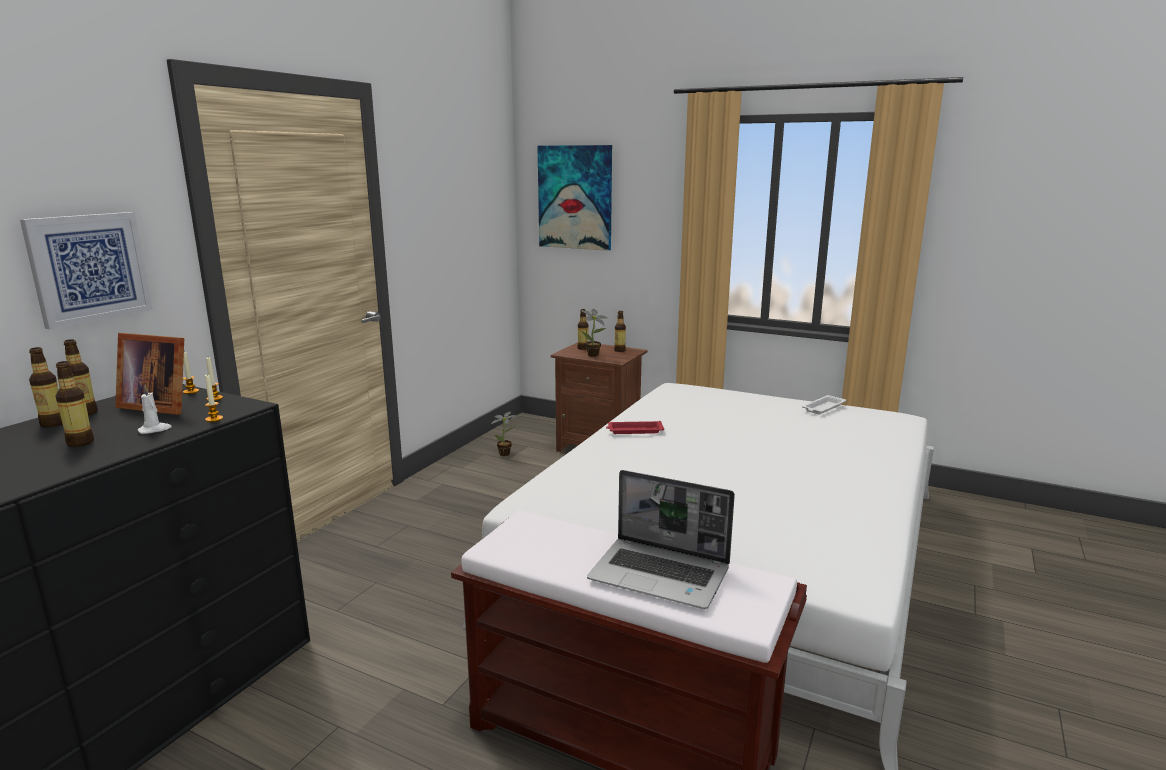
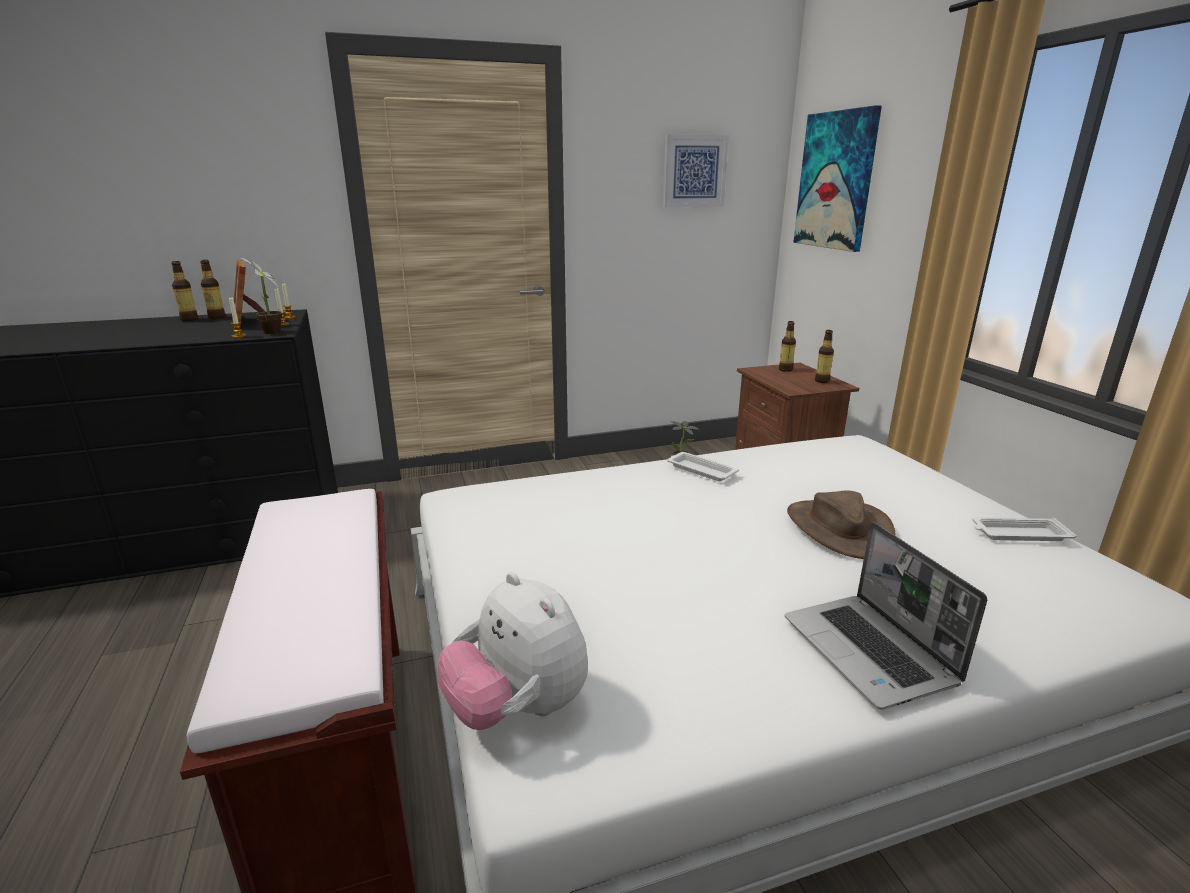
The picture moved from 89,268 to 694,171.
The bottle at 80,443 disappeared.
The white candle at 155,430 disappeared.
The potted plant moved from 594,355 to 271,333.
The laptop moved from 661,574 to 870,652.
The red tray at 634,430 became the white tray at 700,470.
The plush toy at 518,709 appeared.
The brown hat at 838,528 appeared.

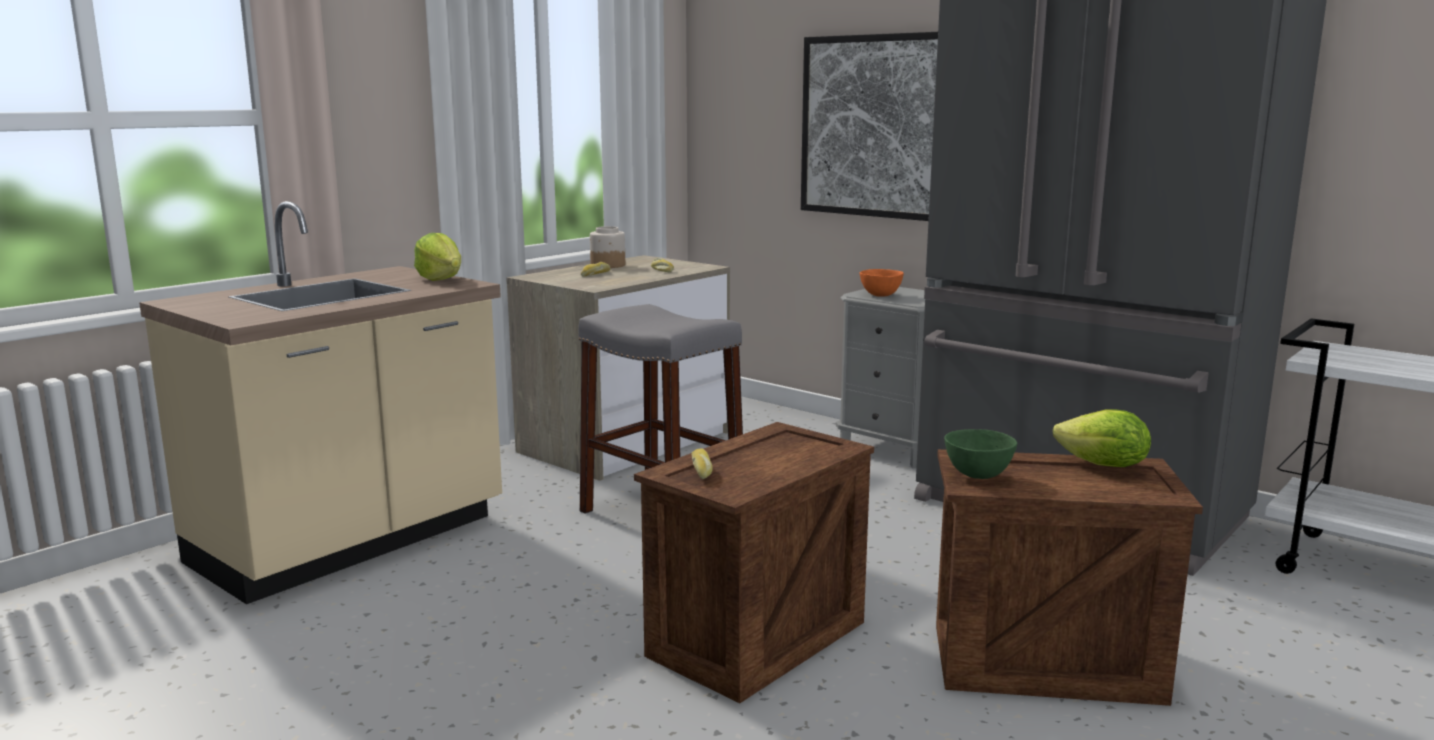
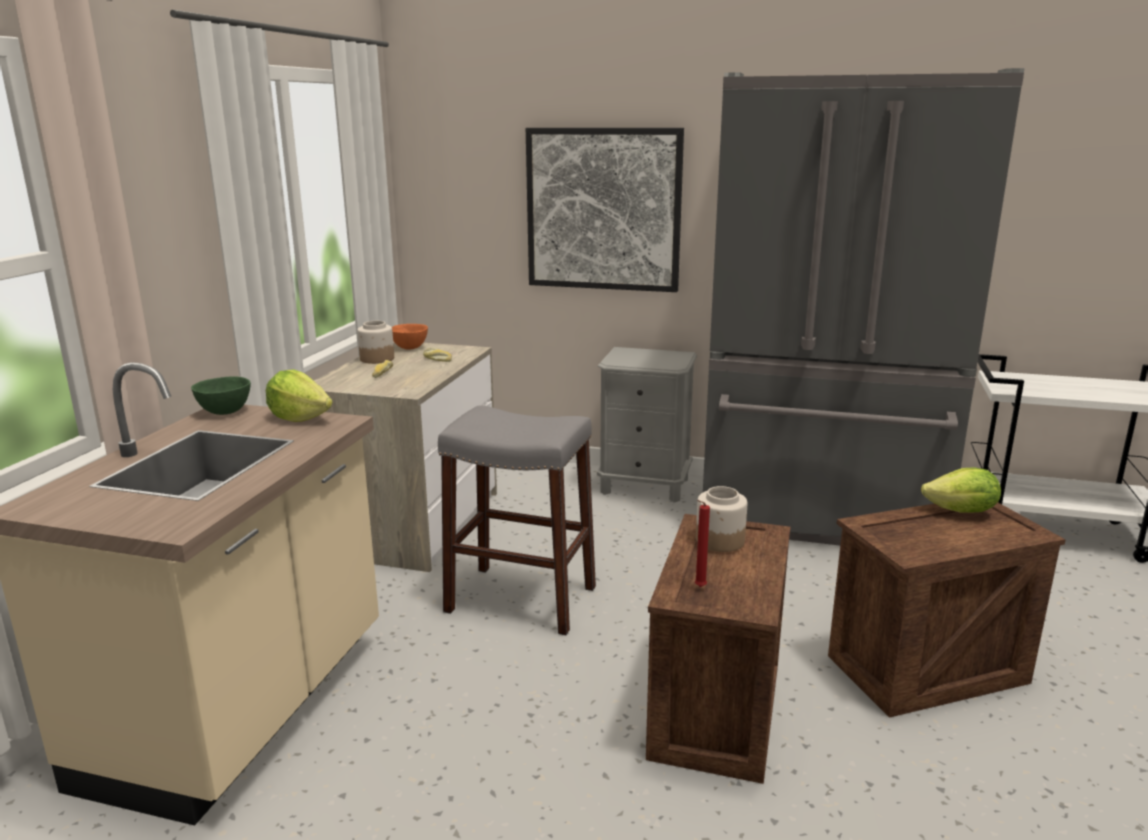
The bread at 702,470 was replaced by the red candle at 698,587.
The orange bowl moved from 880,295 to 409,348.
The green bowl moved from 977,475 to 224,412.
The jar at 720,540 appeared.

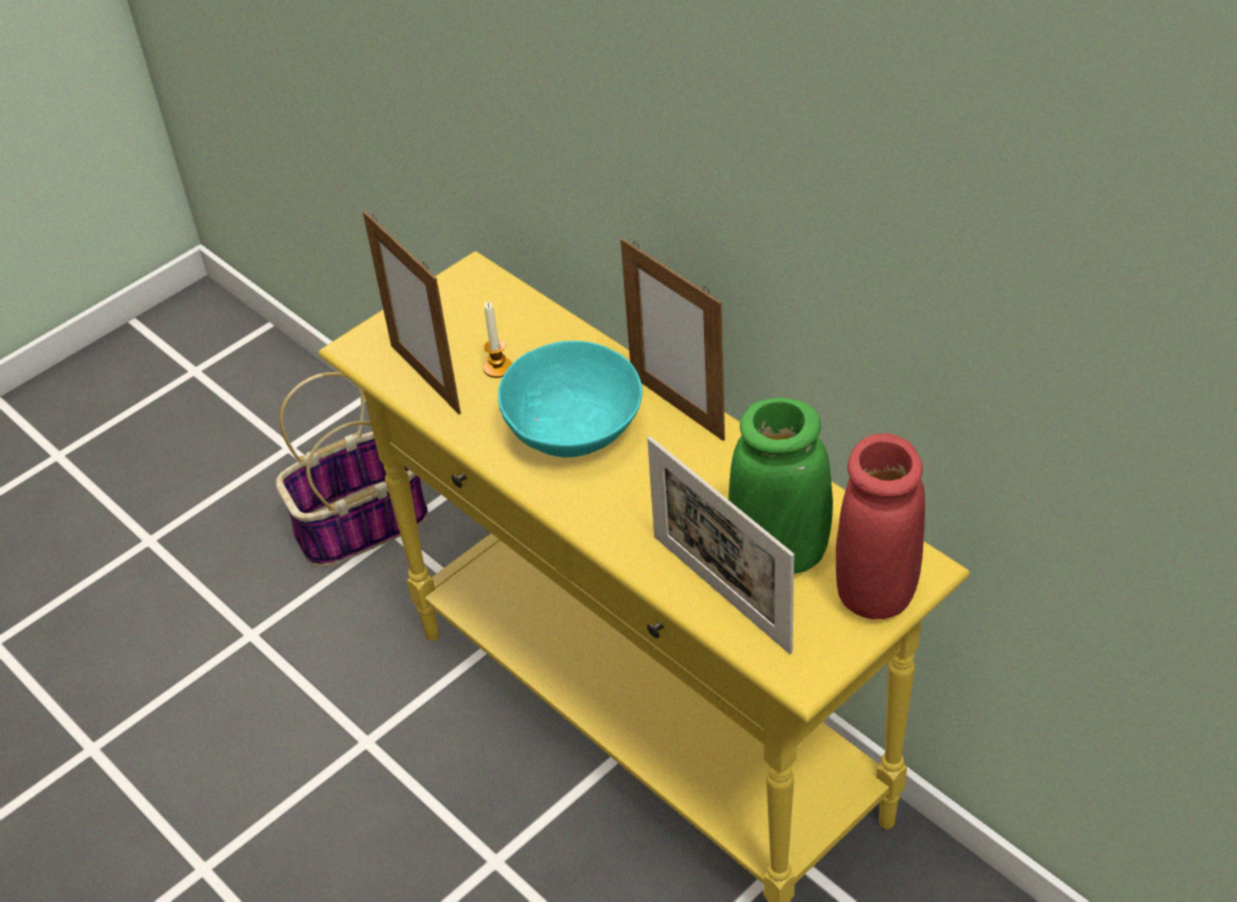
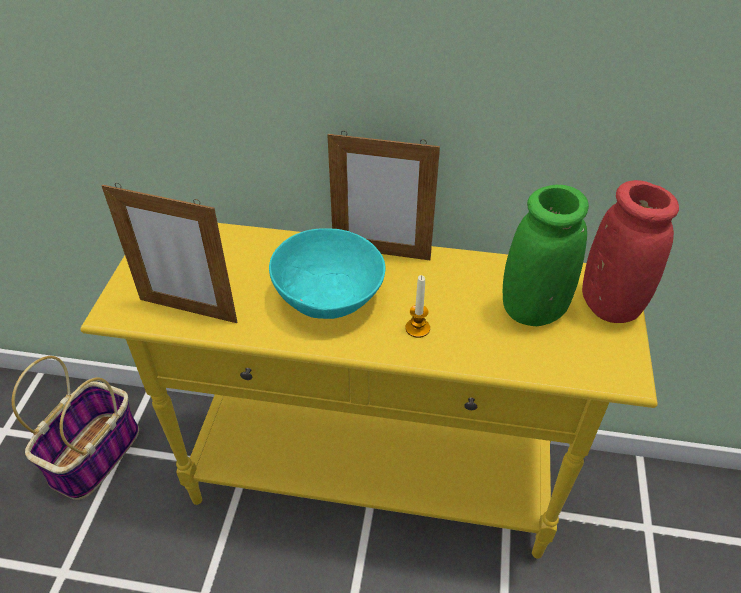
The candle moved from 498,368 to 417,328.
The picture frame at 721,593 disappeared.

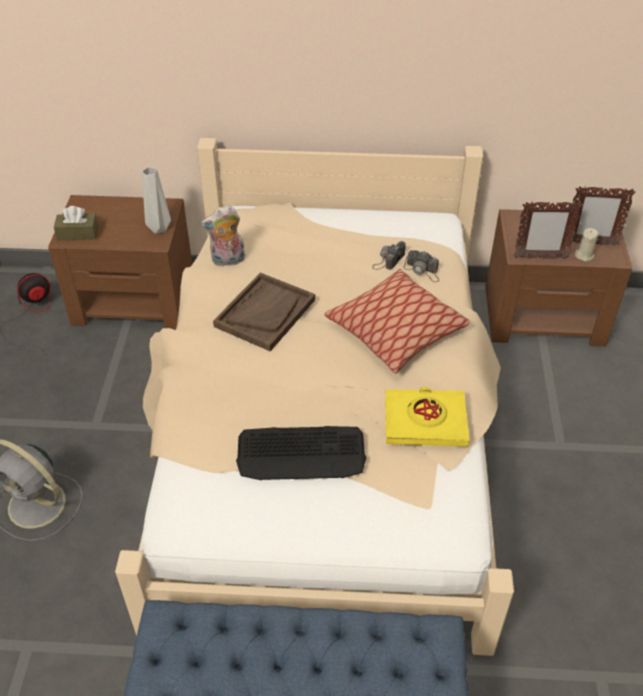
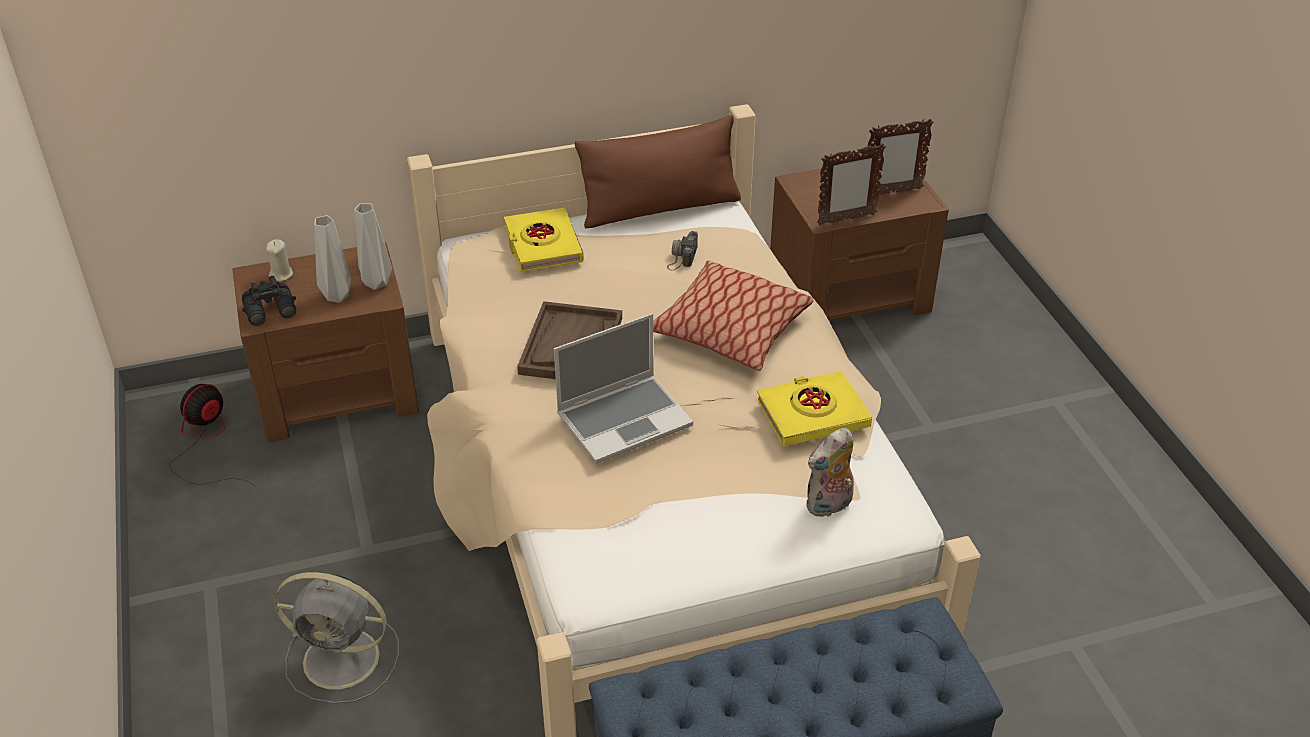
The brown tissue box at 78,233 was replaced by the black binoculars at 272,311.
The plush toy moved from 227,261 to 829,506.
The keyboard at 301,453 disappeared.
The photo camera at 422,271 disappeared.
The beige candle moved from 584,255 to 281,274.
The grey vase at 338,295 appeared.
The yellow book at 542,245 appeared.
The laptop at 625,419 appeared.
The brown pillow at 660,208 appeared.

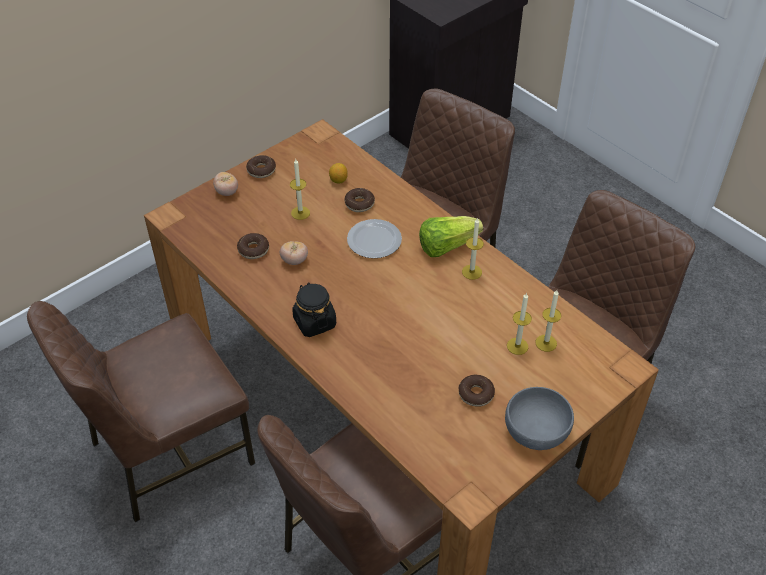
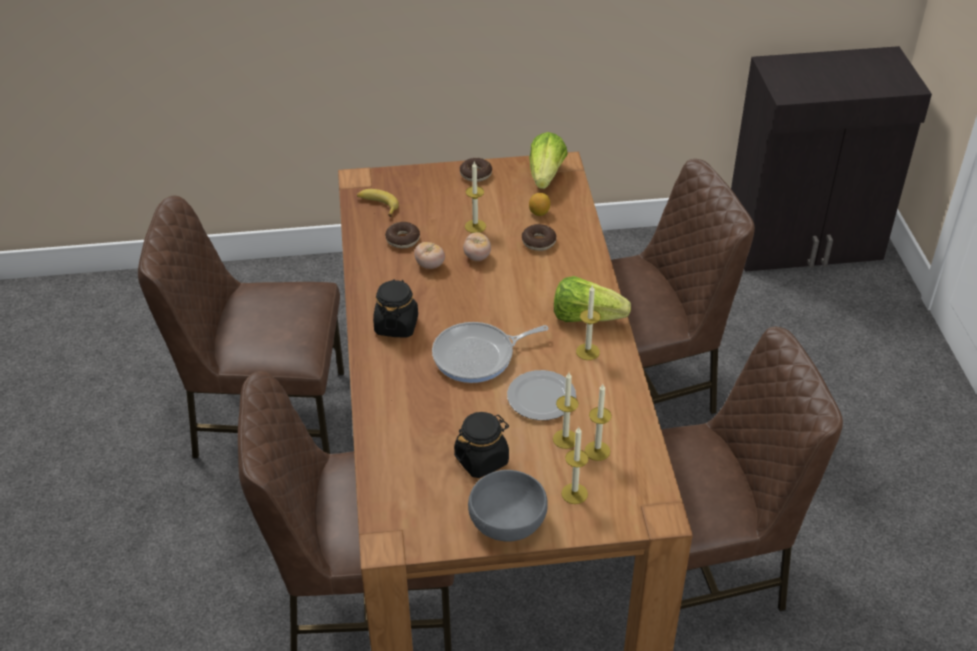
The tomato moved from 227,192 to 477,257.
The plate moved from 373,241 to 540,397.
The donut at 476,394 was replaced by the black jar at 482,459.
The banana at 377,205 appeared.
The frying pan at 478,356 appeared.
The lettuce at 546,175 appeared.
The candle at 574,493 appeared.

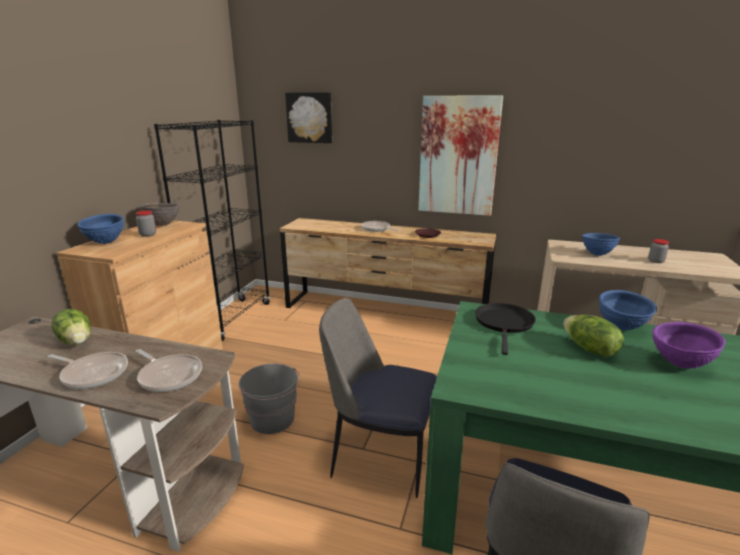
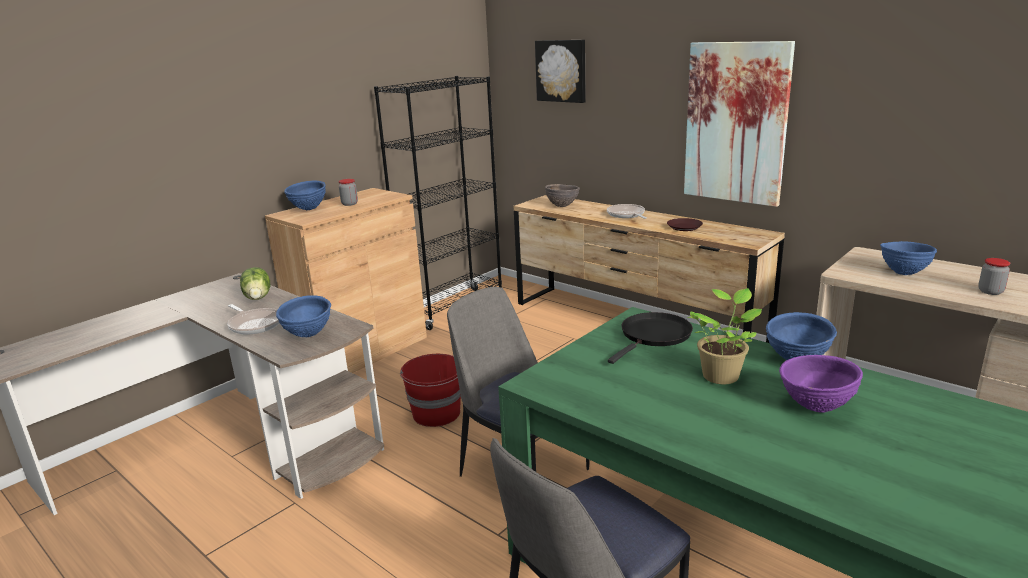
The frying pan at 169,376 was replaced by the blue bowl at 308,335.
The brown bowl moved from 163,225 to 562,206.
The grey bucket at 273,419 became the red bucket at 437,414.
The lettuce at 589,349 was replaced by the potted plant at 721,375.

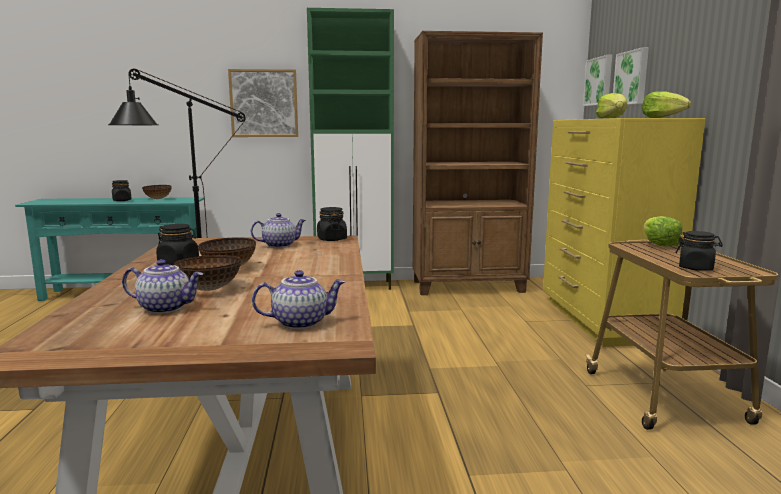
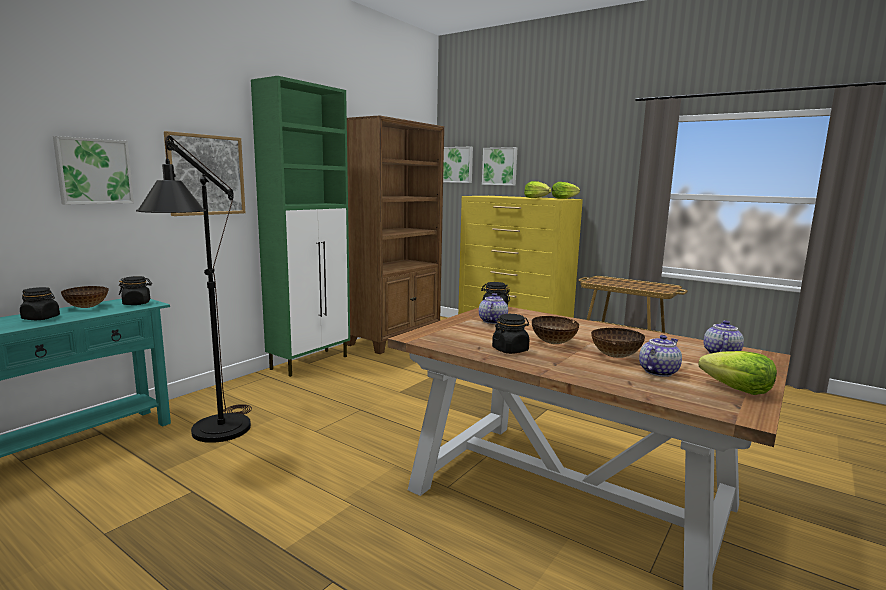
The lettuce moved from 659,244 to 737,389.
The black jar moved from 696,268 to 137,303.
The picture at 93,171 appeared.

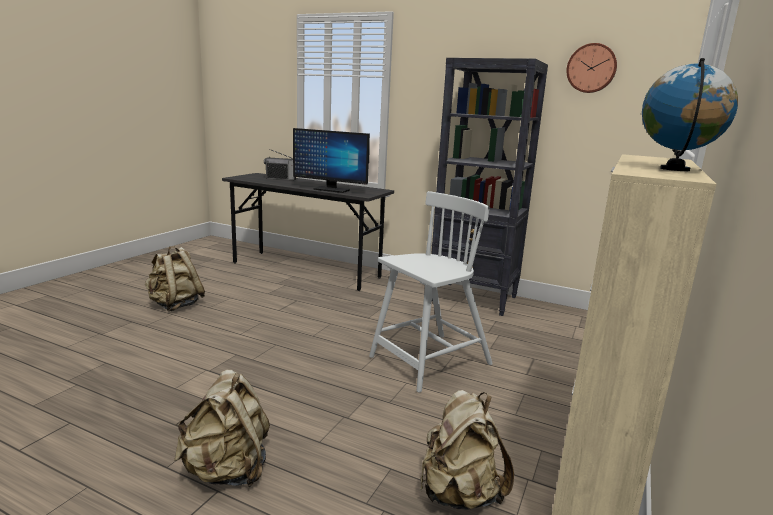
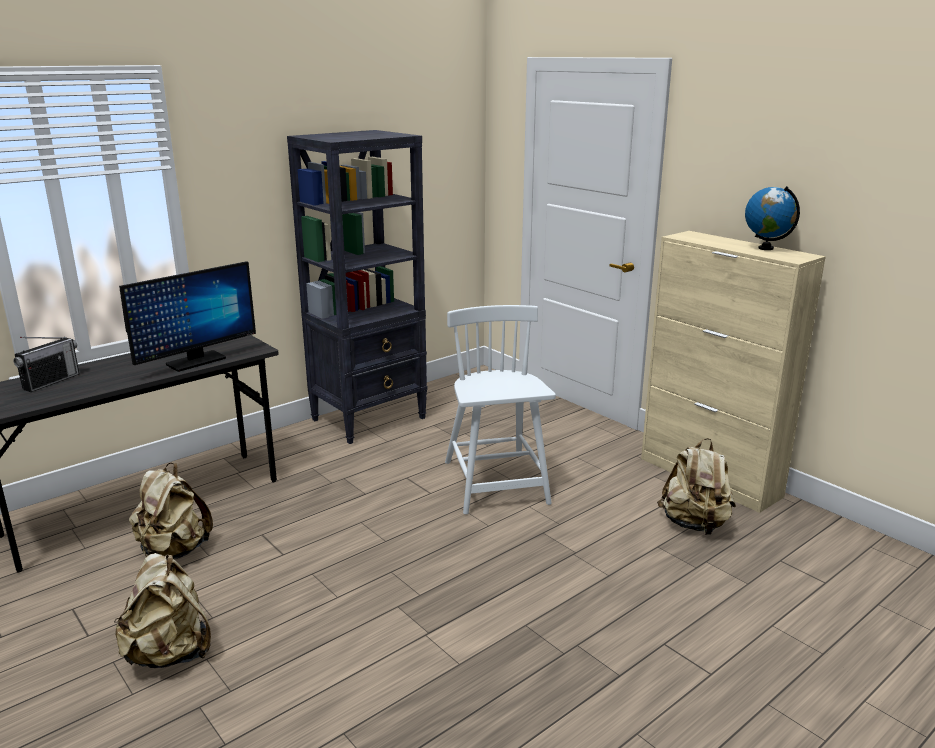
The beige backpack moved from 227,471 to 173,552.
The wall clock at 591,68 disappeared.

